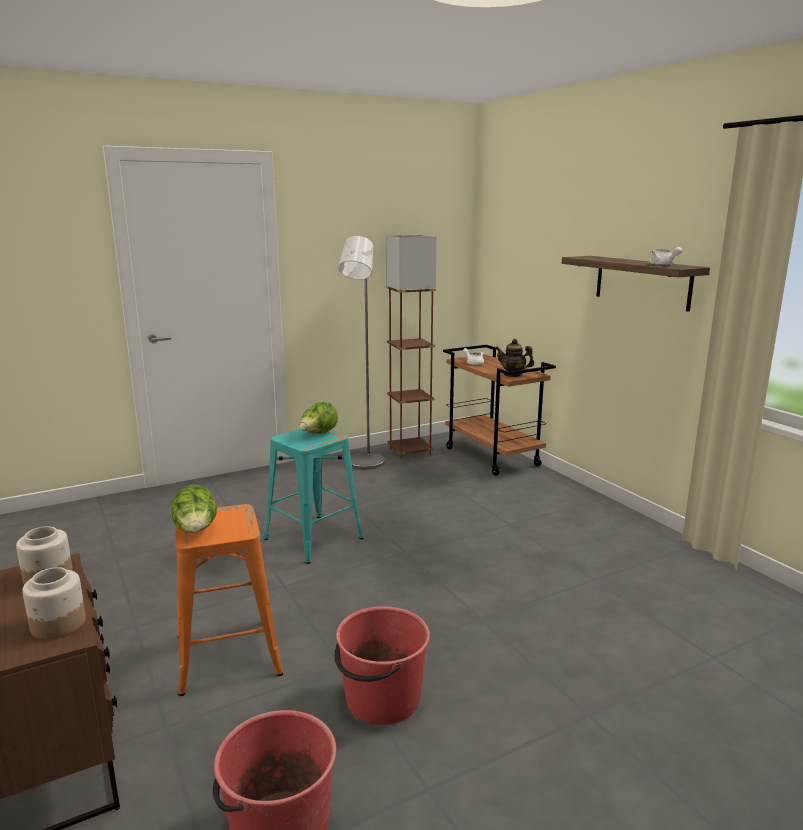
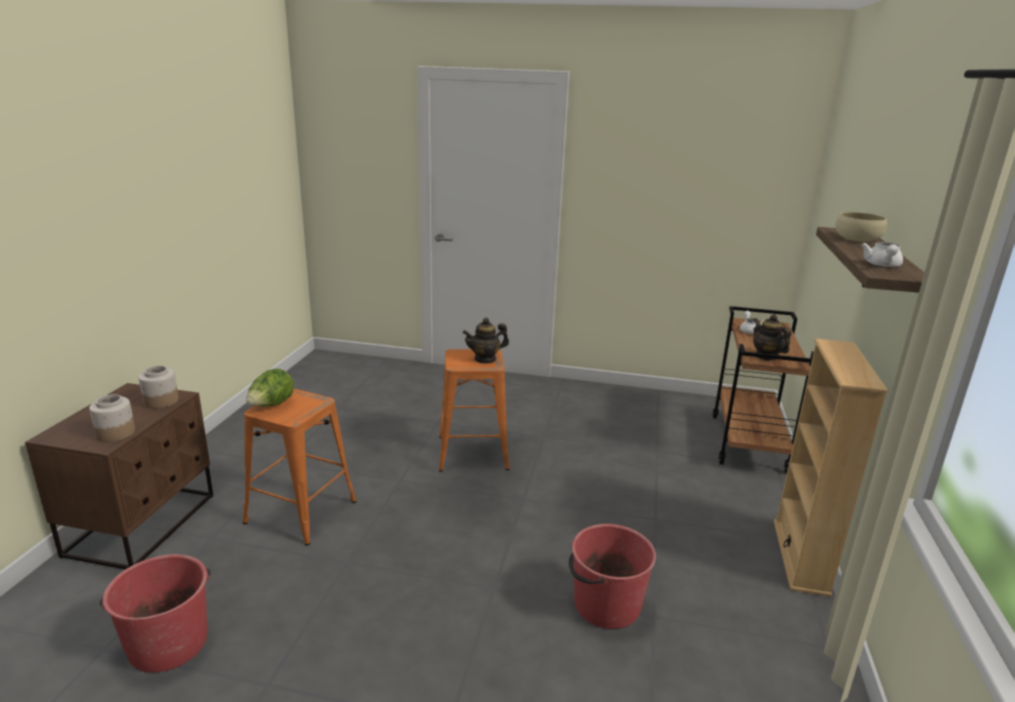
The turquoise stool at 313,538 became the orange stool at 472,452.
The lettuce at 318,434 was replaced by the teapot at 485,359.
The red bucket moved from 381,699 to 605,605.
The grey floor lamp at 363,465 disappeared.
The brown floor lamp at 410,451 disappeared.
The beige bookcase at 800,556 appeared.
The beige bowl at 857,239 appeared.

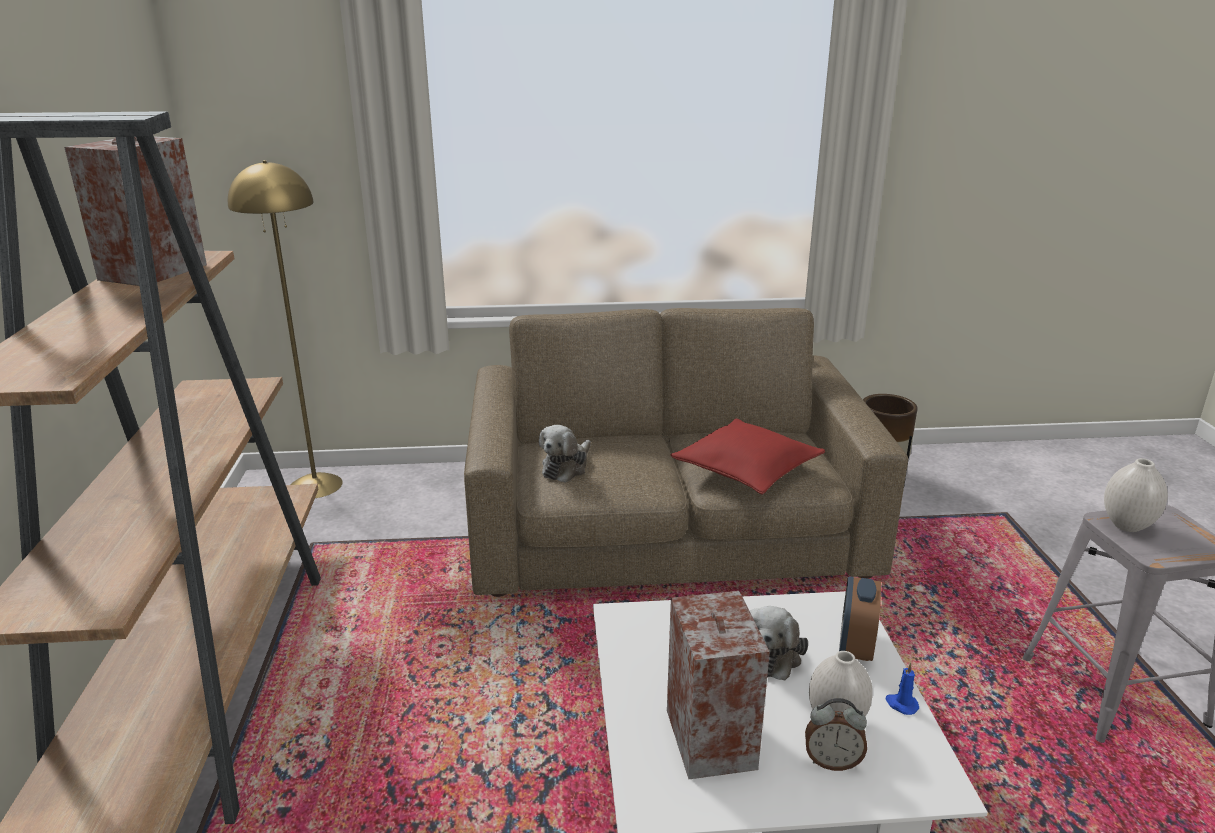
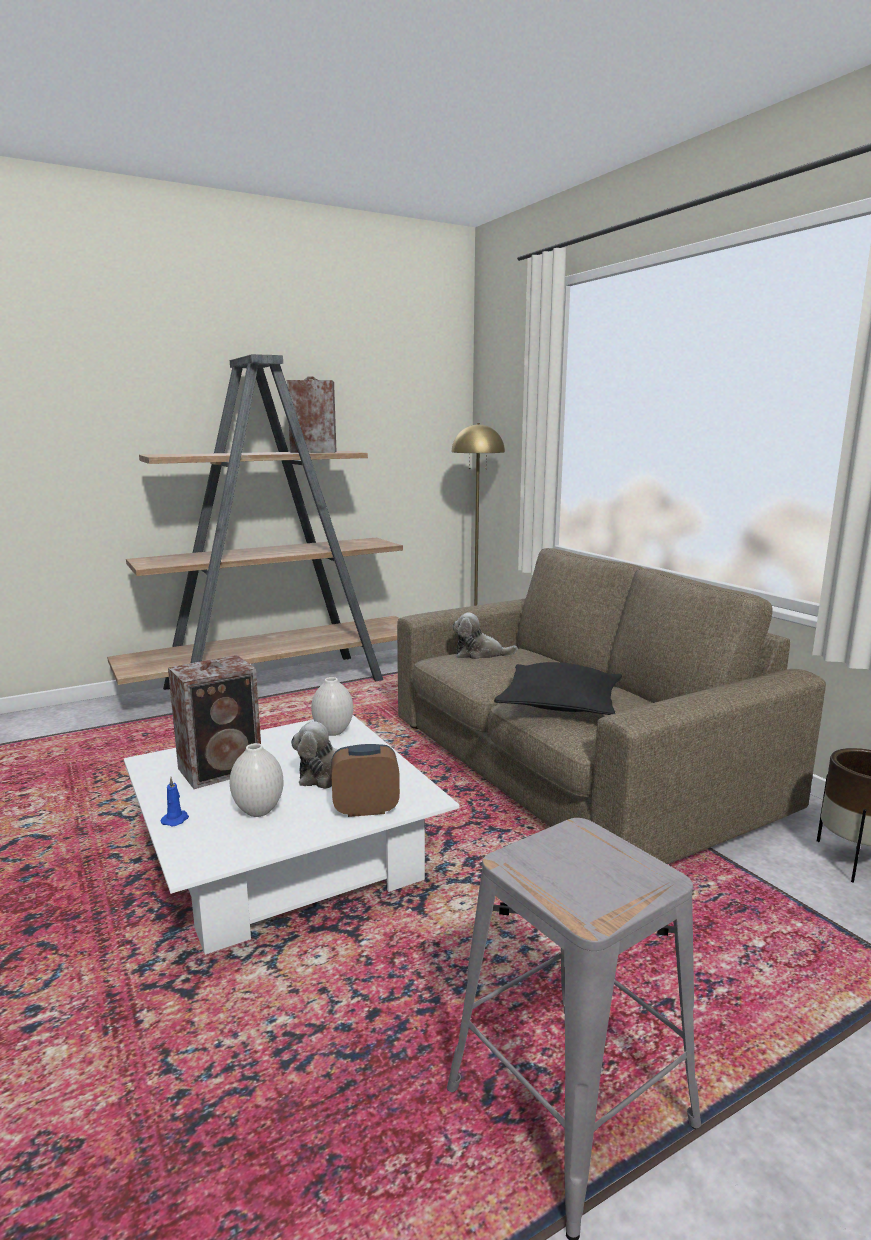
The red pillow at 747,469 became the black pillow at 560,704.
The alarm clock at 832,761 disappeared.
The blue candle moved from 901,704 to 176,819.
The white vase moved from 1127,526 to 333,732.

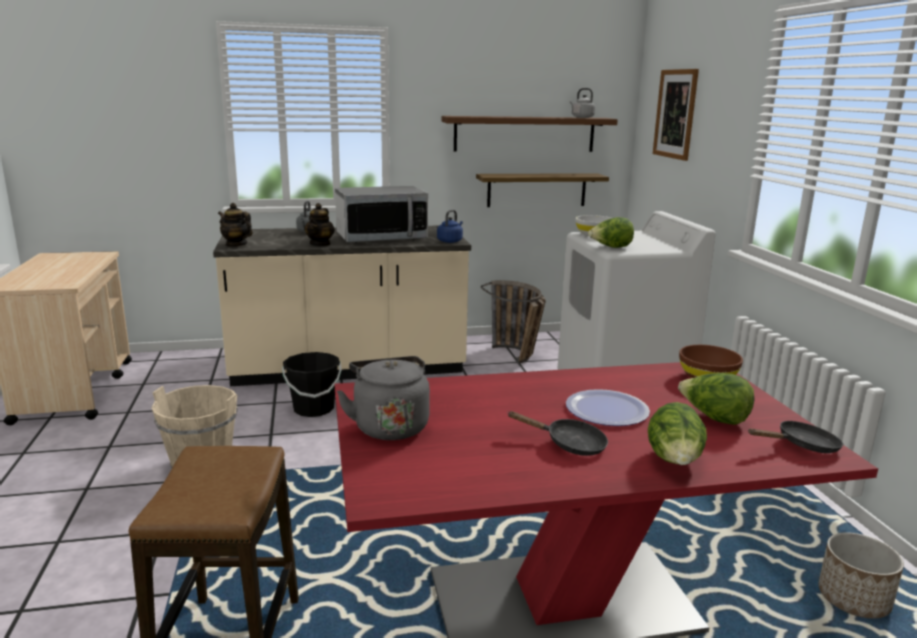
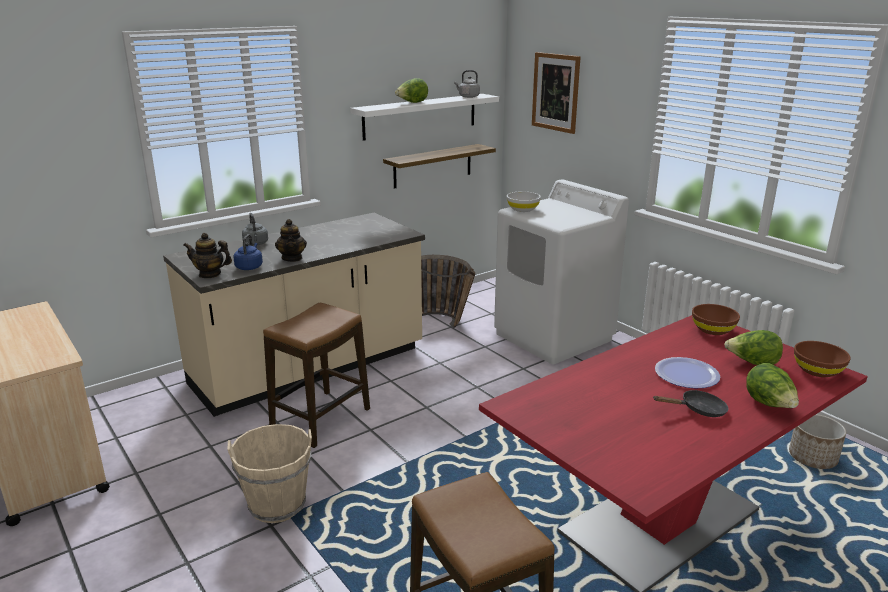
The black bucket at 313,409 was replaced by the stool at 321,418.
The microwave at 381,237 disappeared.
The grey kettle at 389,425 disappeared.
The blue kettle moved from 450,241 to 249,267.
The brown shelf at 524,134 became the white shelf at 420,116.
The lettuce moved from 611,247 to 412,103.
The black frying pan at 802,446 was replaced by the brown bowl at 817,371.

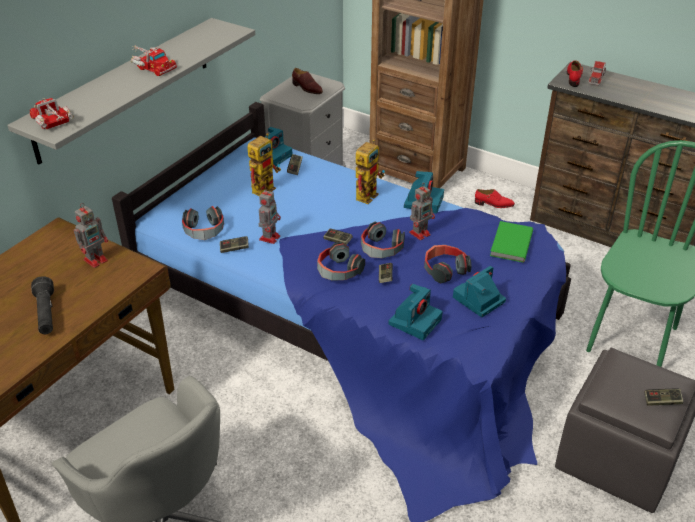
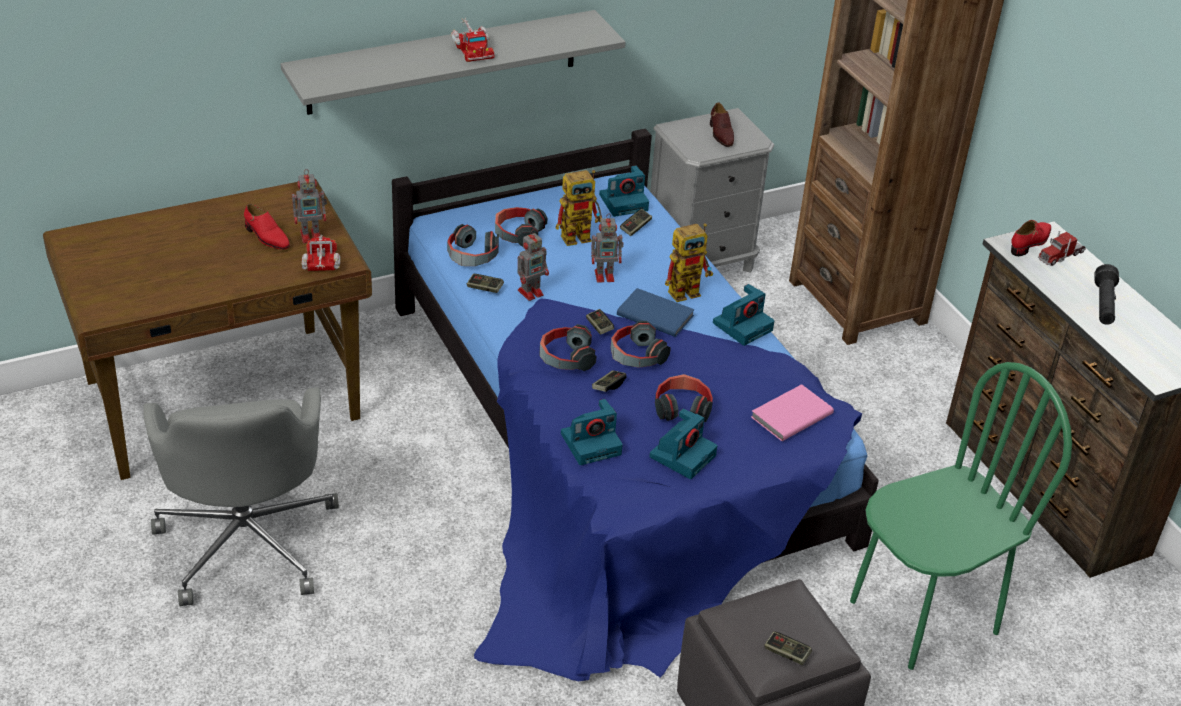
The toy truck moved from 53,123 to 321,264.
The black flashlight moved from 46,314 to 1103,305.
The toy robot moved from 420,233 to 605,276.
The photo camera at 478,300 turned 135 degrees clockwise.
The red shoe moved from 494,204 to 266,237.
The green book at 510,244 became the pink book at 789,415.
The headphones at 518,234 appeared.
The blue book at 655,314 appeared.

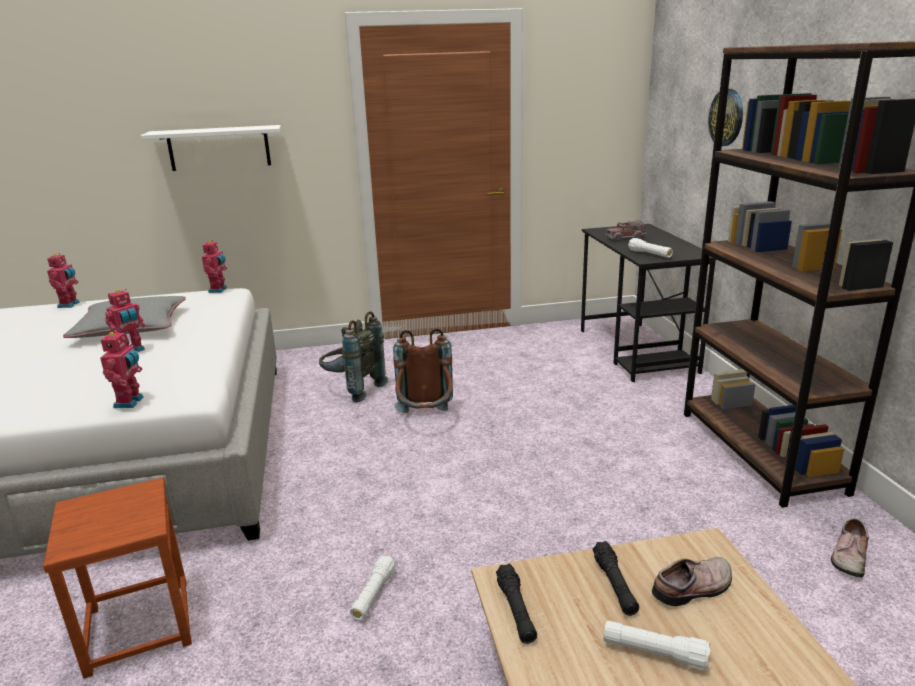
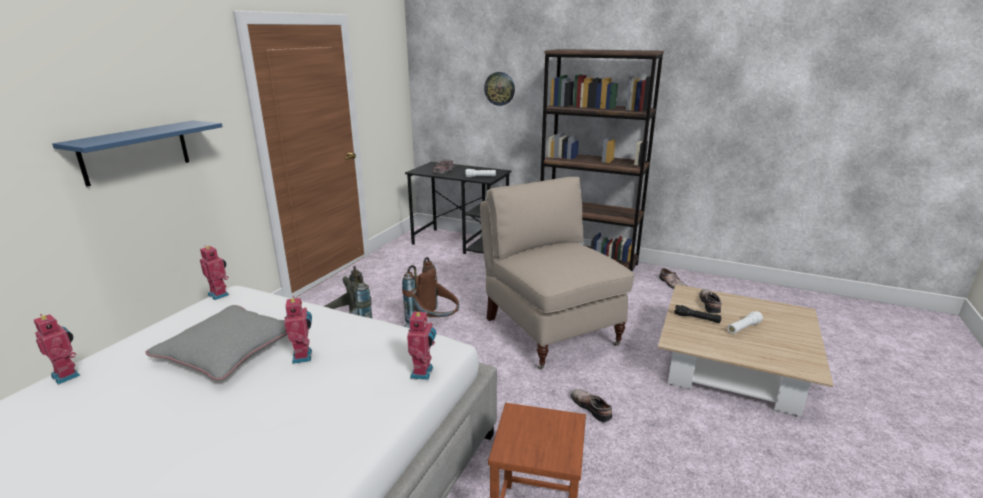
The toy robot at 130,402 turned 60 degrees clockwise.
The white shelf at 219,148 became the blue shelf at 135,152.
The white flashlight at 373,595 was replaced by the shoe at 592,407.
The black flashlight at 516,610 disappeared.
The beige chair at 549,330 appeared.

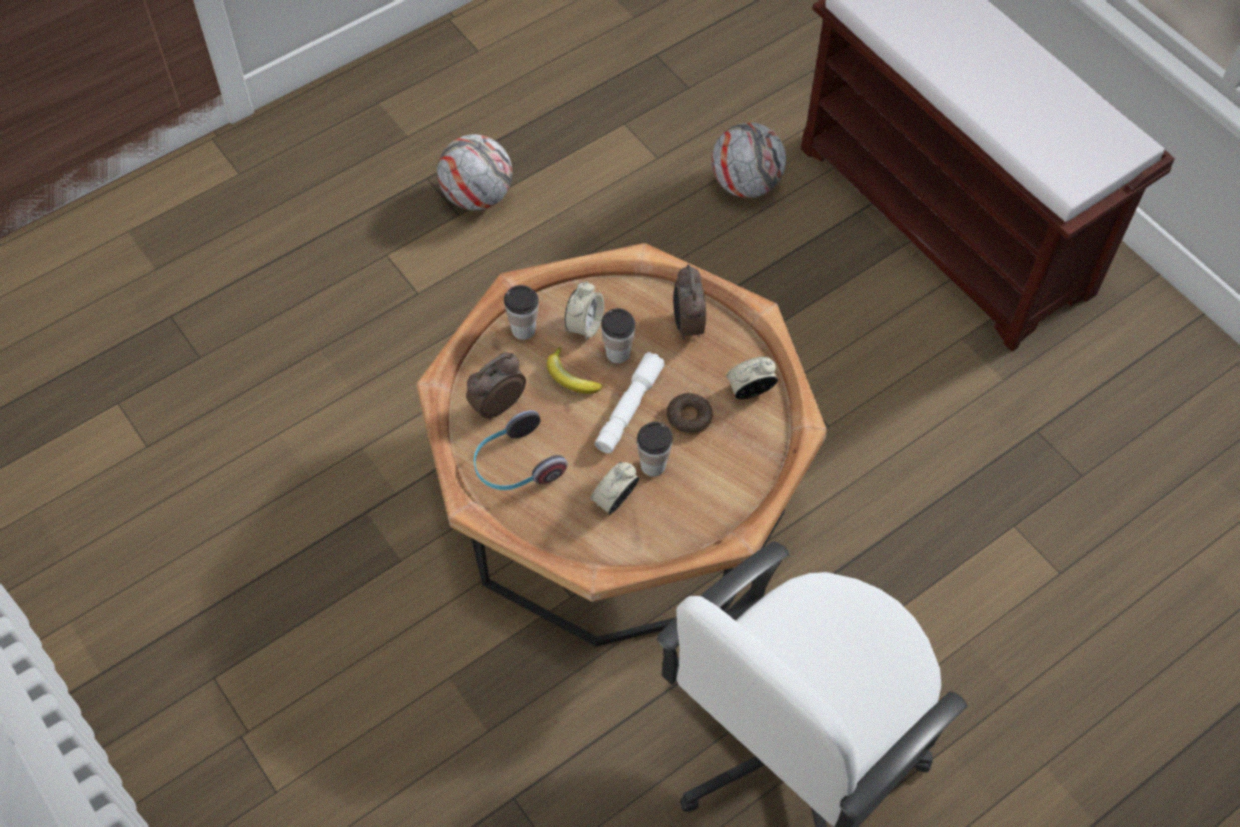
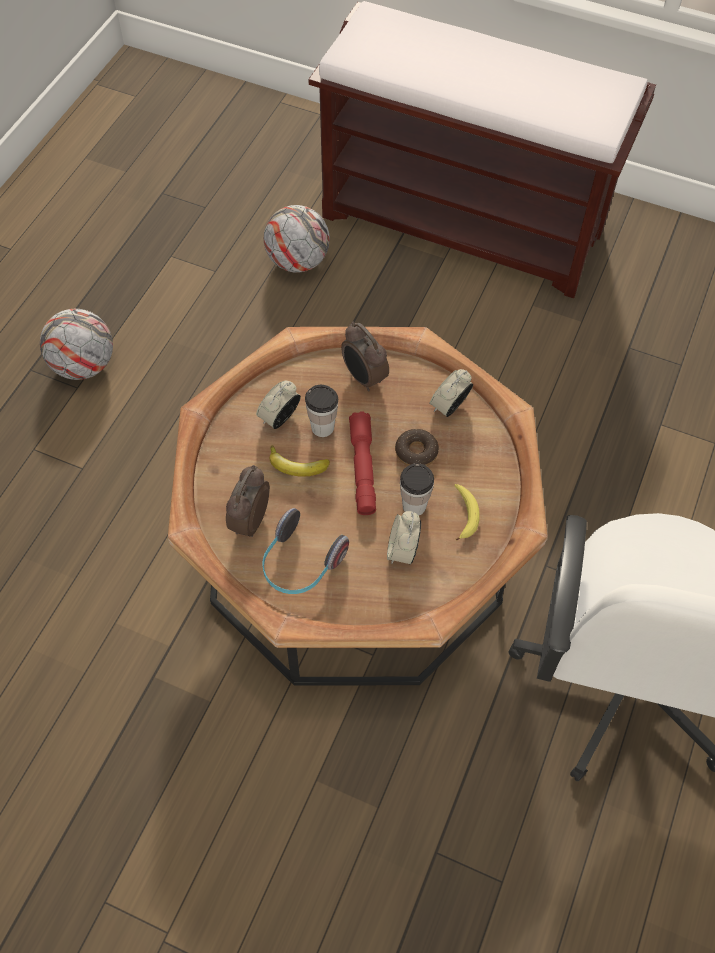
The cup at 523,329 disappeared.
The alarm clock at 584,326 turned 135 degrees counterclockwise.
The white flashlight at 629,408 became the red flashlight at 363,468.
The banana at 465,514 appeared.

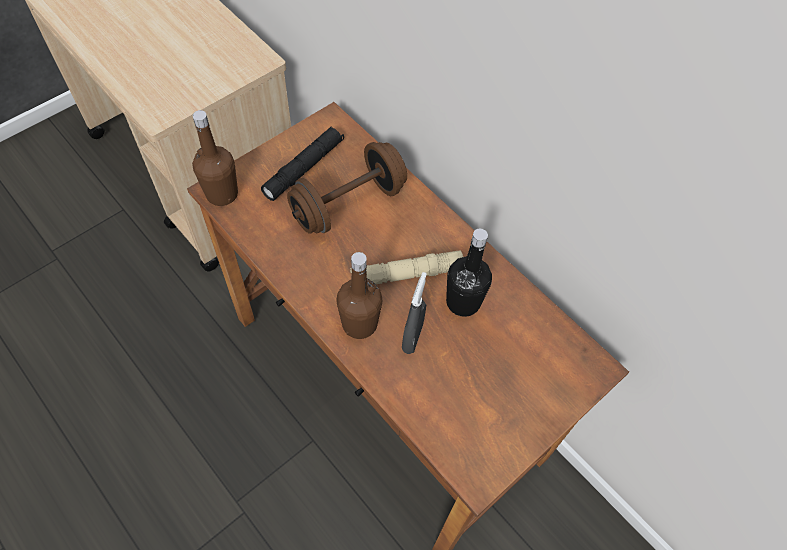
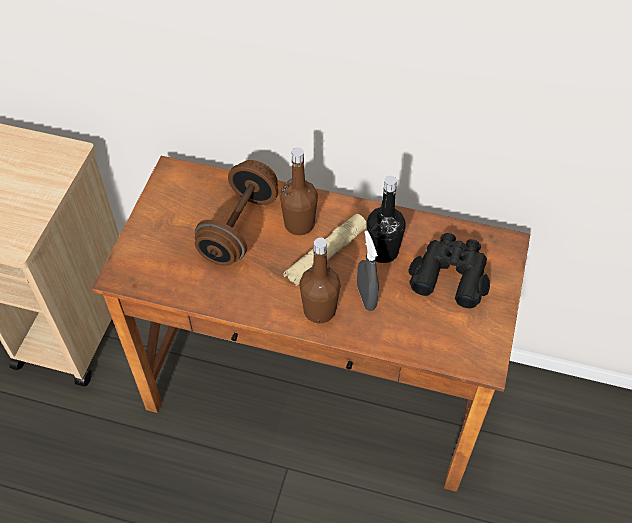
The brown bottle moved from 222,194 to 299,224.
The black flashlight at 304,168 disappeared.
The black binoculars at 450,274 appeared.

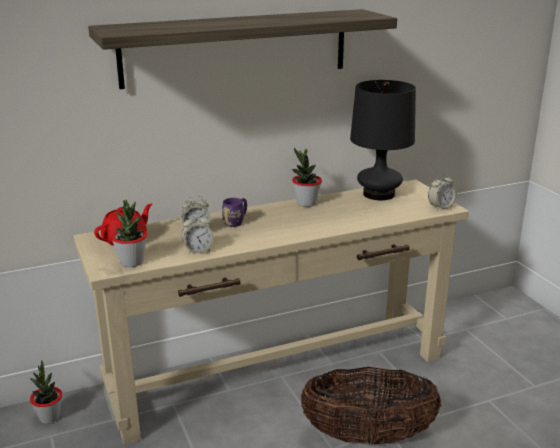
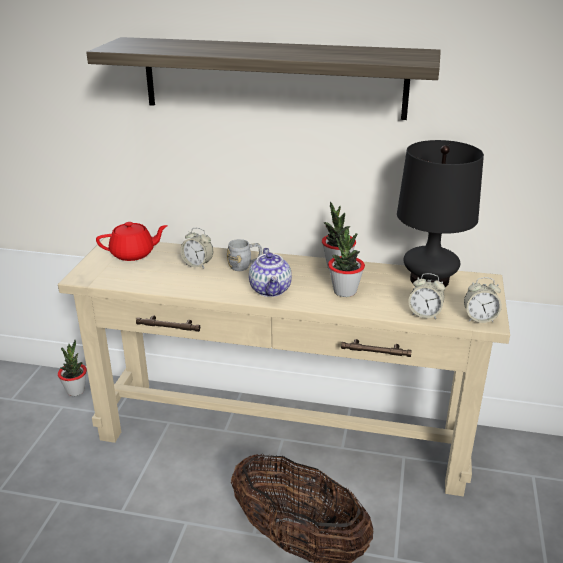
The potted plant moved from 131,262 to 345,291.
The alarm clock moved from 198,250 to 424,314.
The purple mug at 236,221 became the grey mug at 245,266.
The teapot at 271,290 appeared.

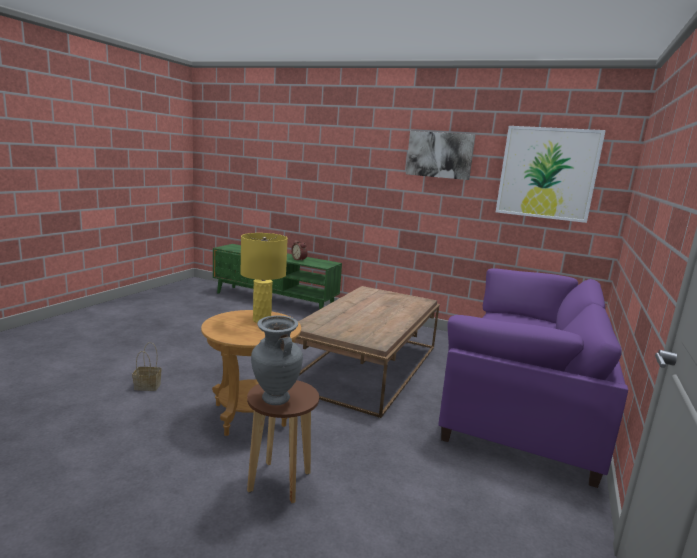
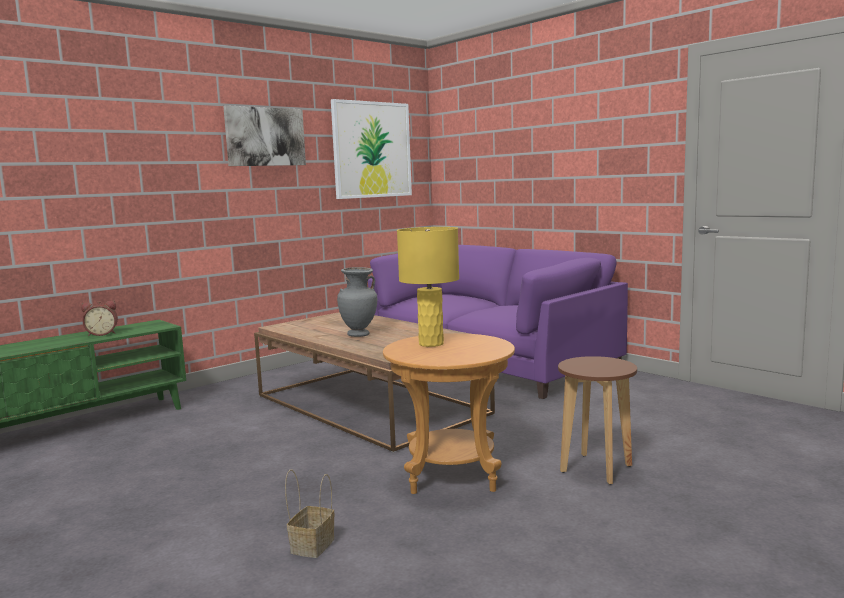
The grey vase moved from 275,399 to 359,335.

